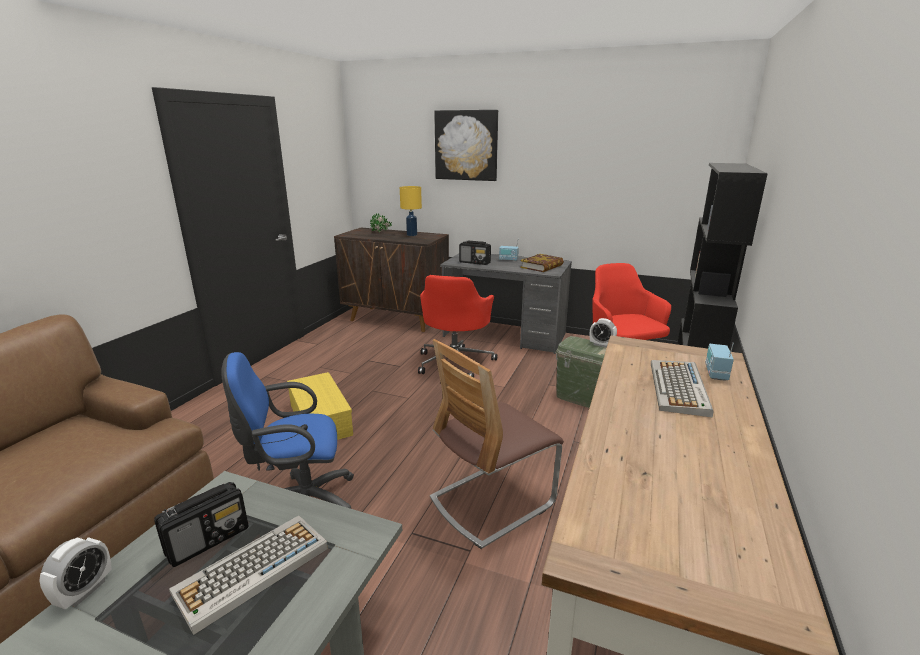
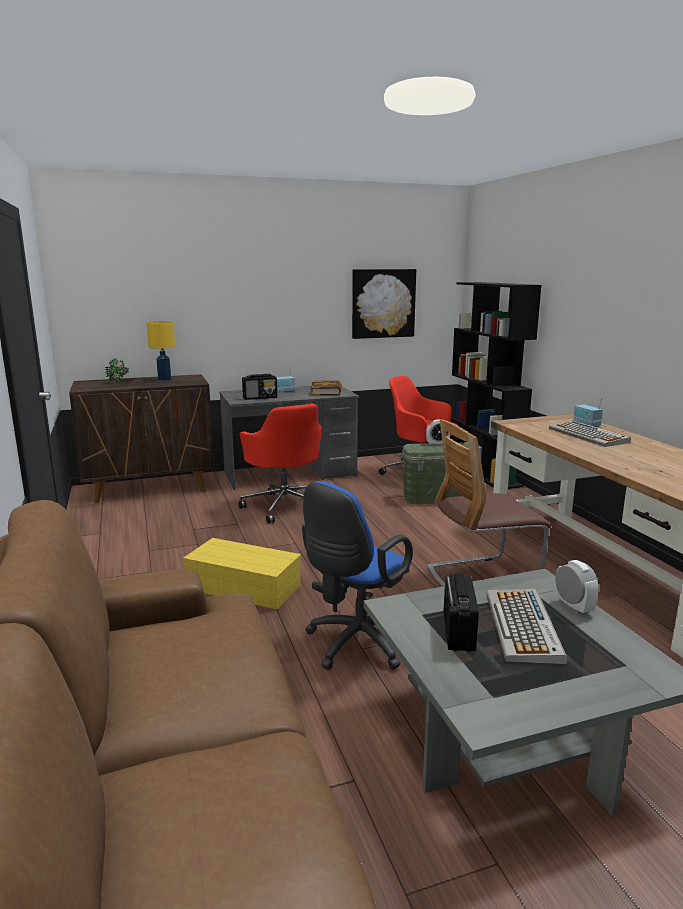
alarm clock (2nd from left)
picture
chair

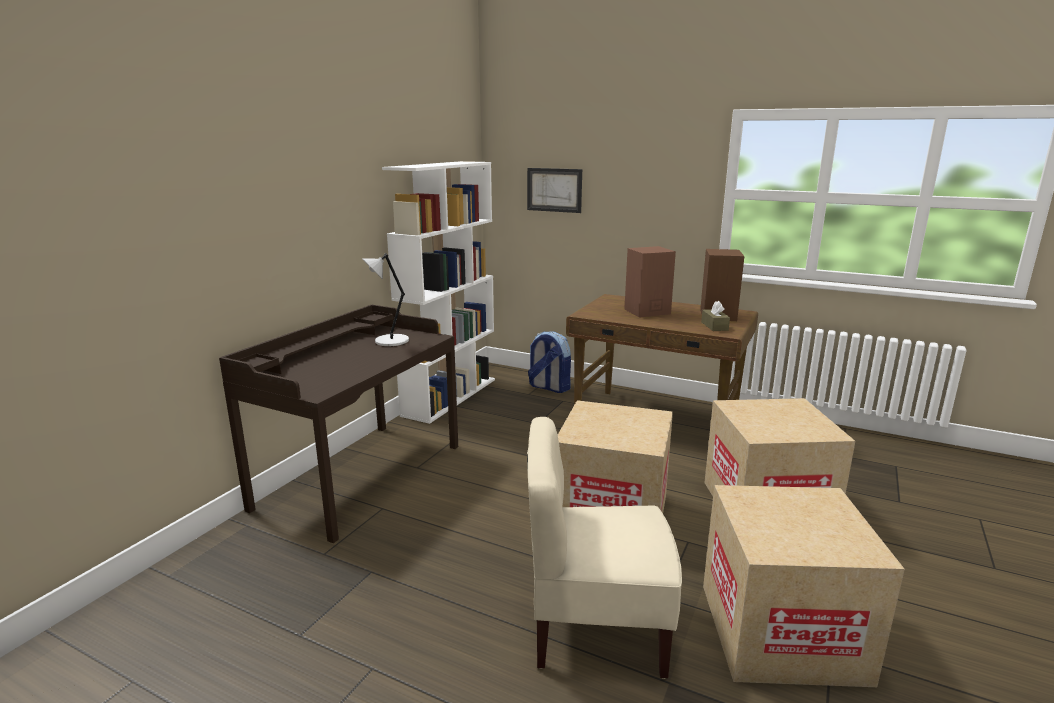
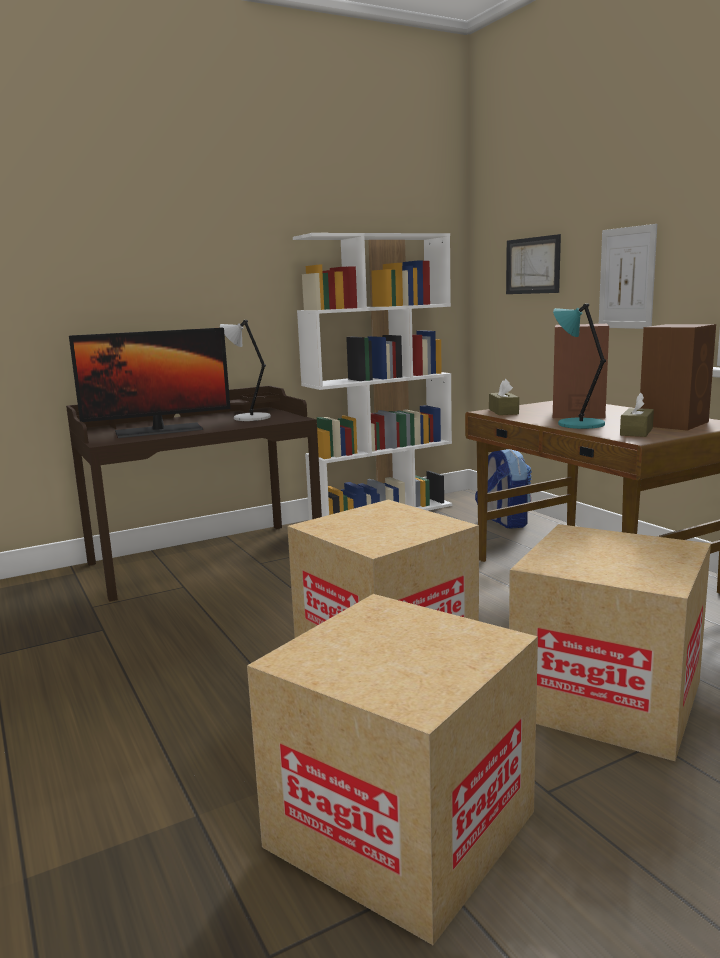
beige chair
monitor
brown tissue box (1st from left)
turquoise table lamp
picture (2nd from left)

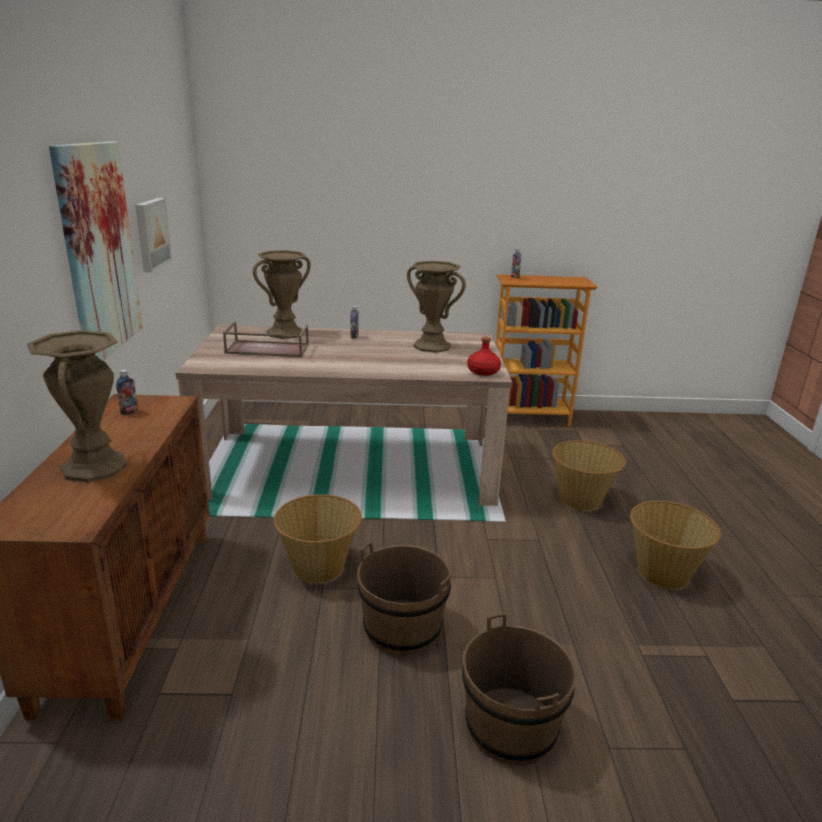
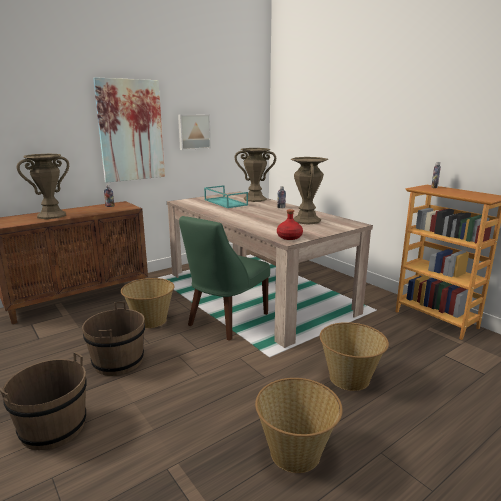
green chair
turquoise tray

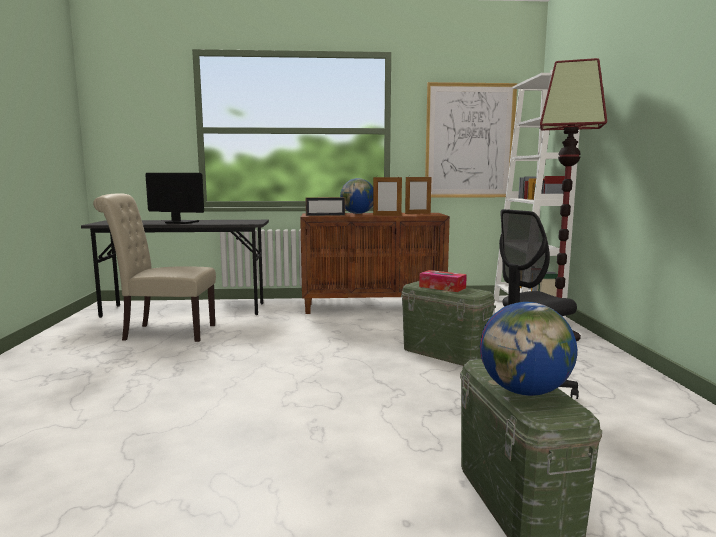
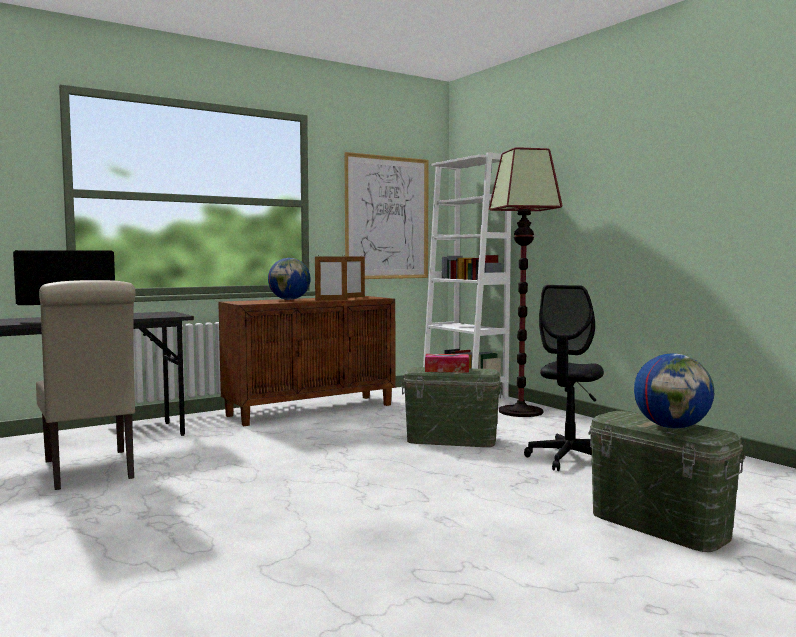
picture frame (1st from left in the first image)
beige chair

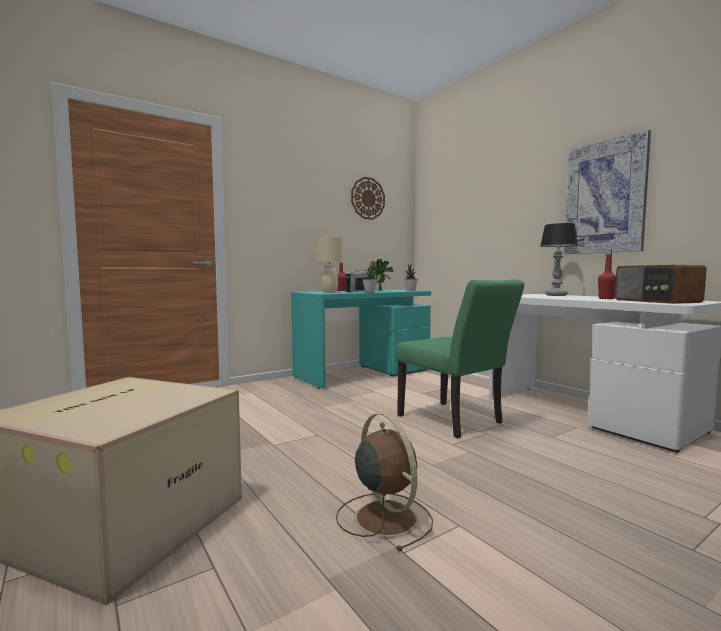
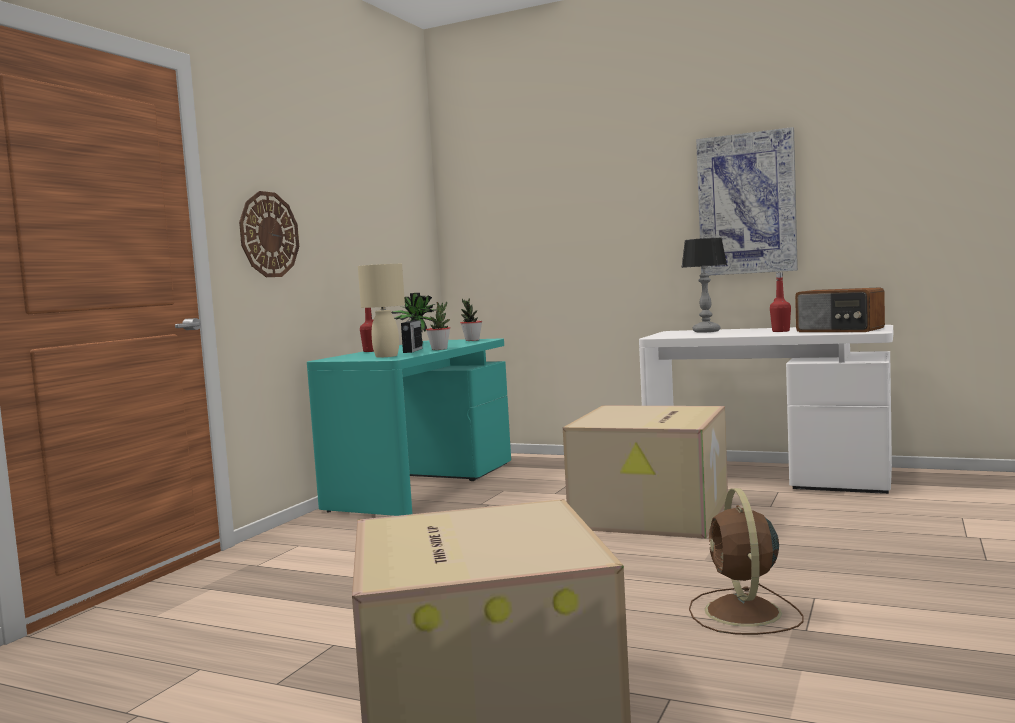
wall clock
cardboard box (2nd from left)
brown fan

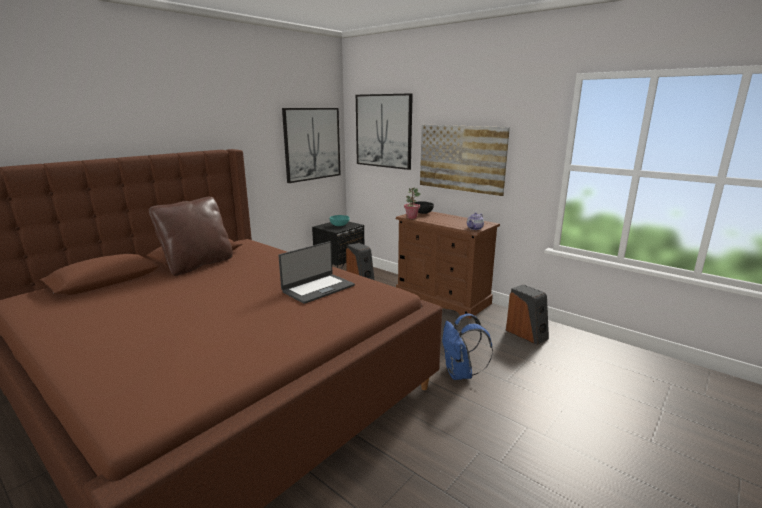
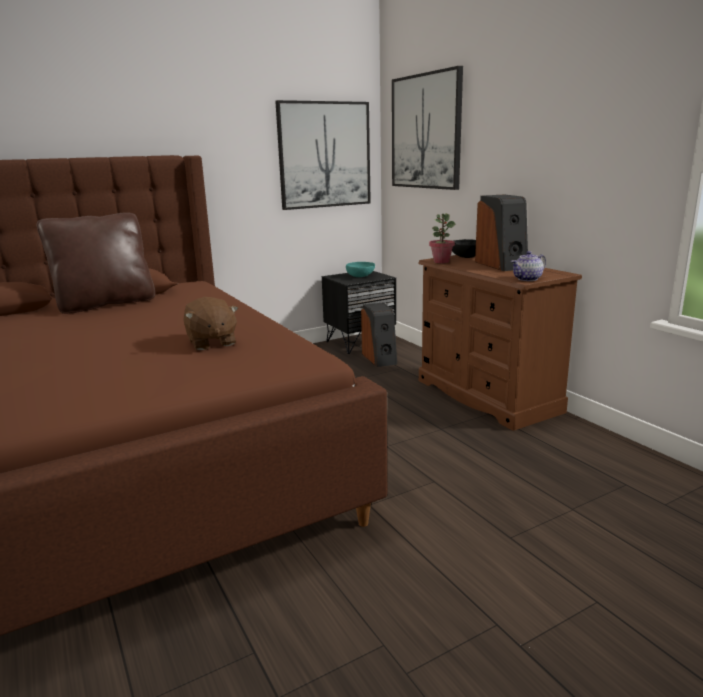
picture (3rd from left in the first image)
blue backpack
speaker (2nd from left)
brown plush toy

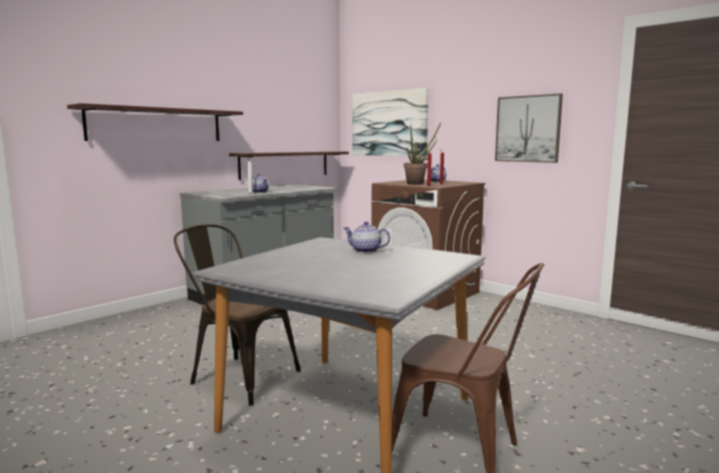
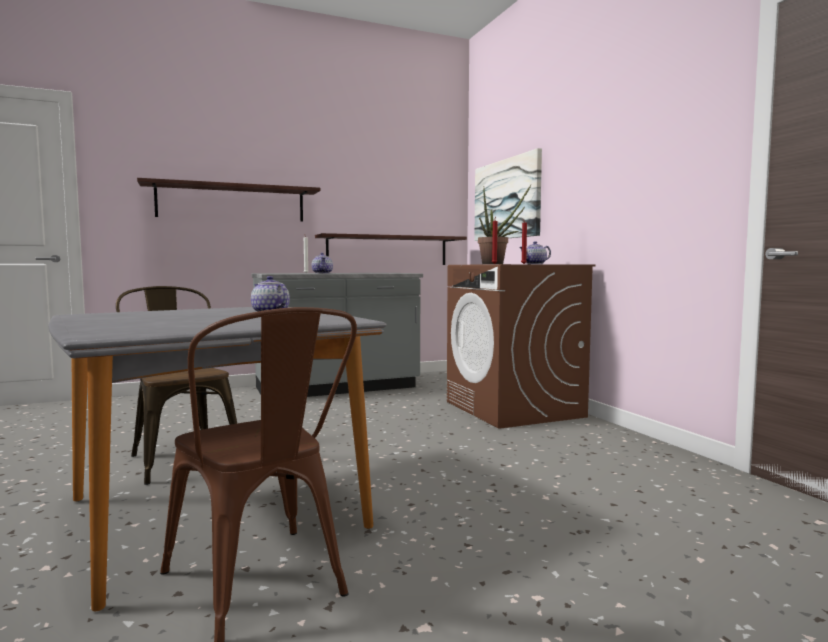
picture (2nd from left in the first image)

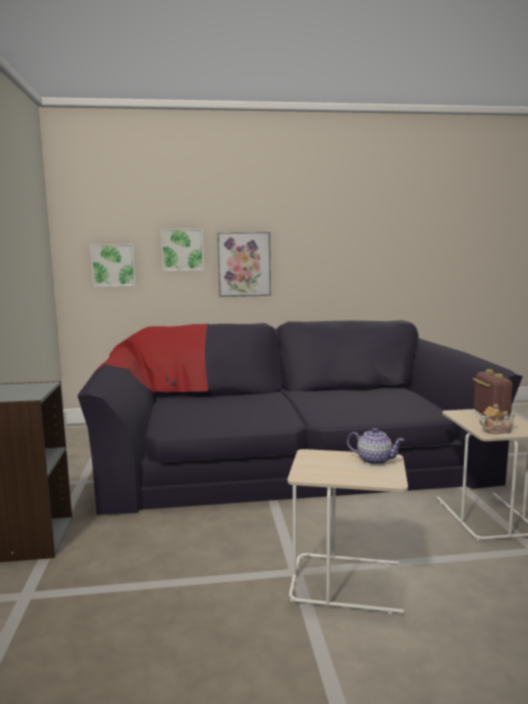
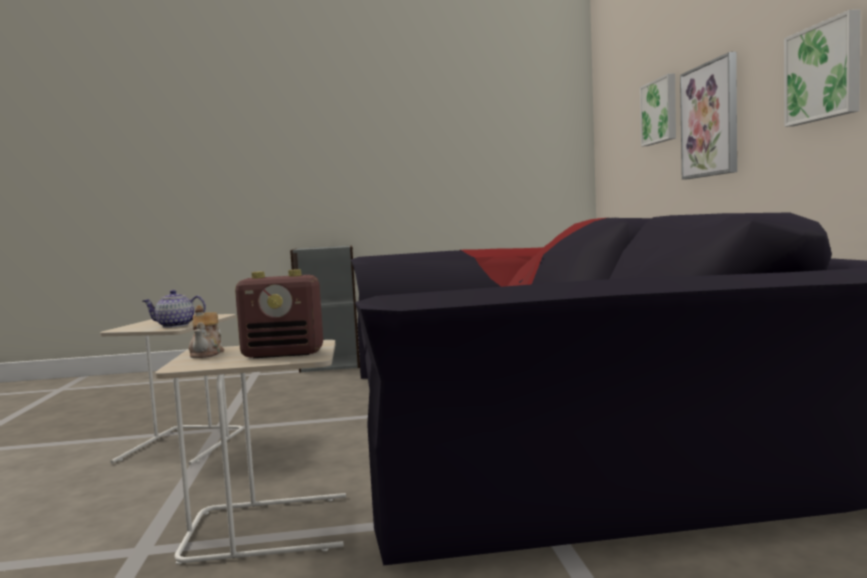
picture (3rd from left)
teapot (1st from left)

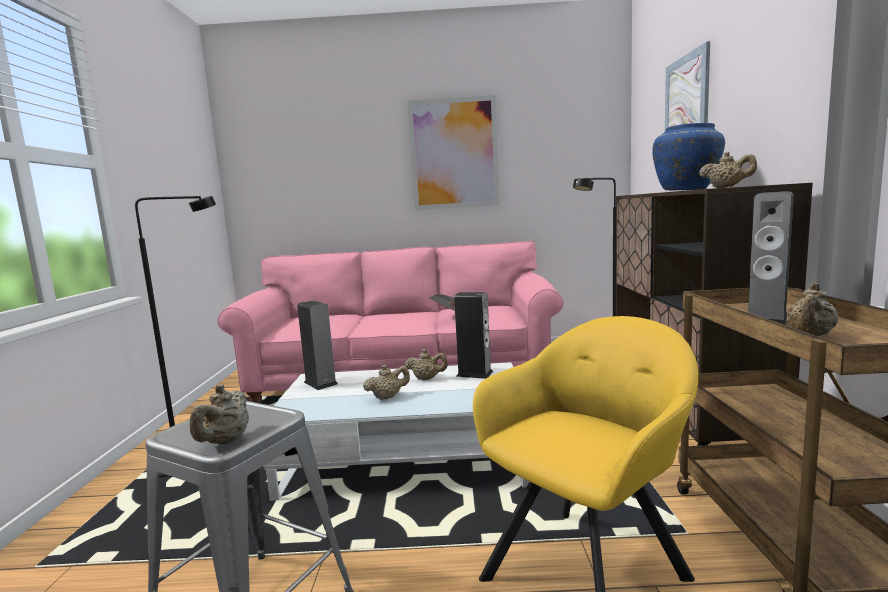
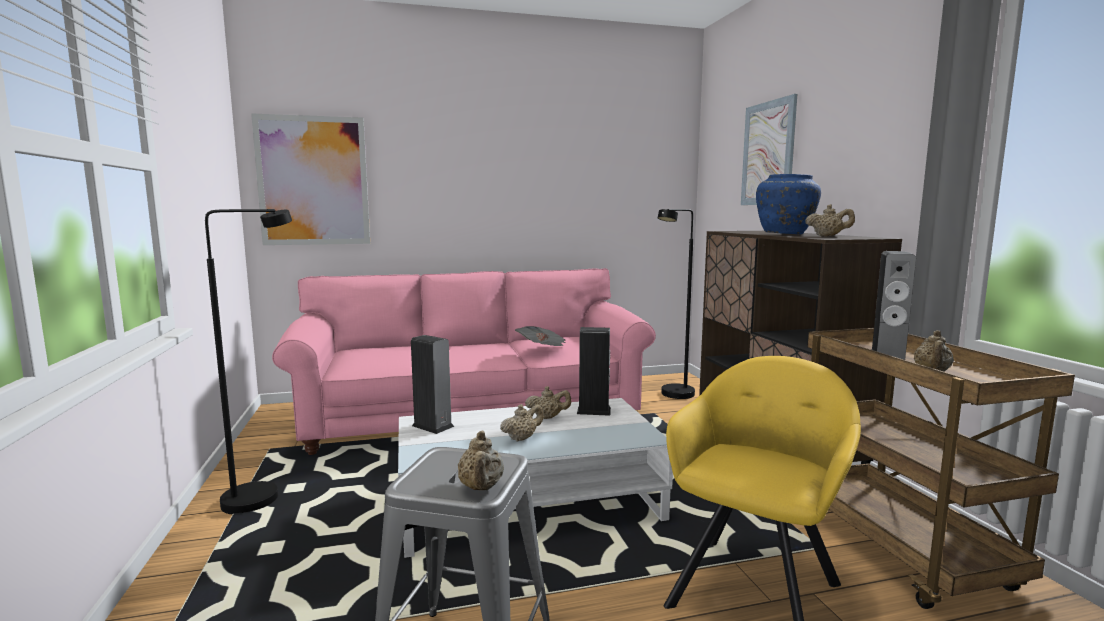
picture (1st from left)

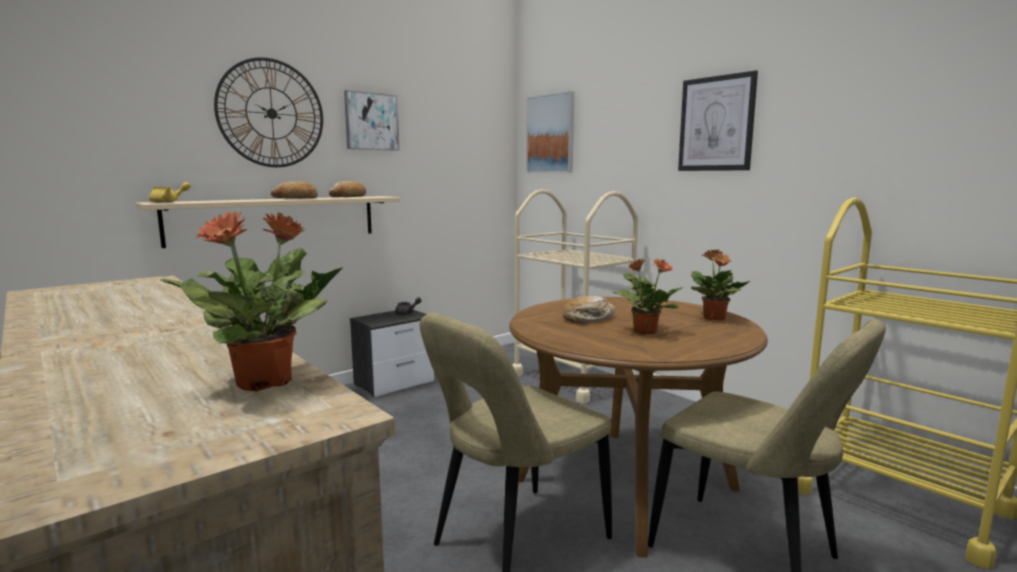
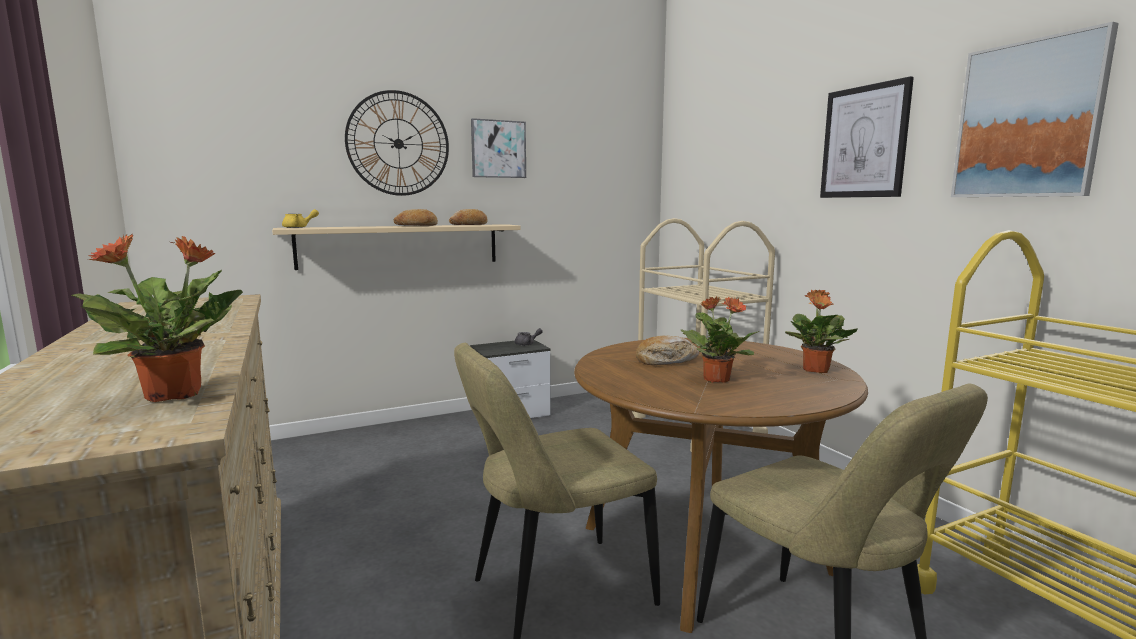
picture (3rd from left)

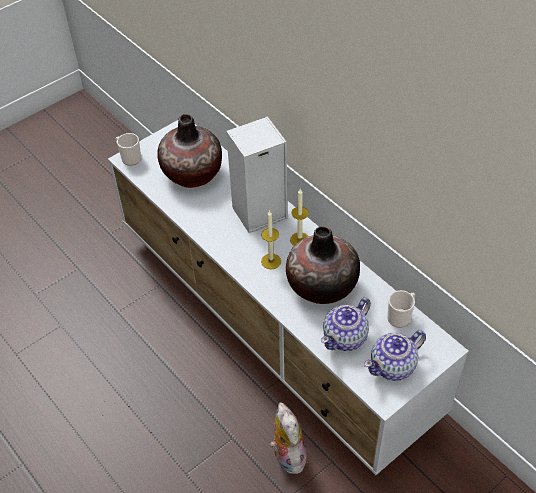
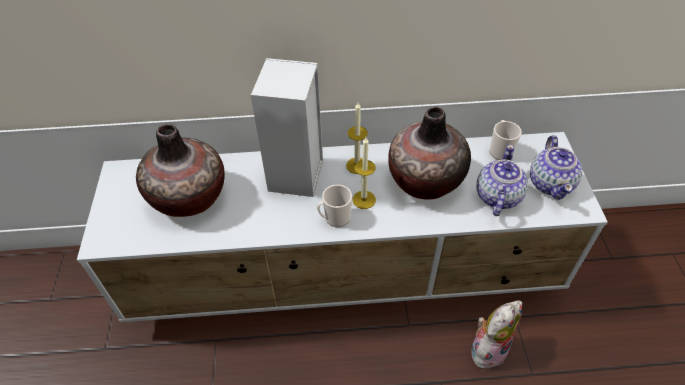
mug (1st from left)
plush toy
teapot (1st from left)

